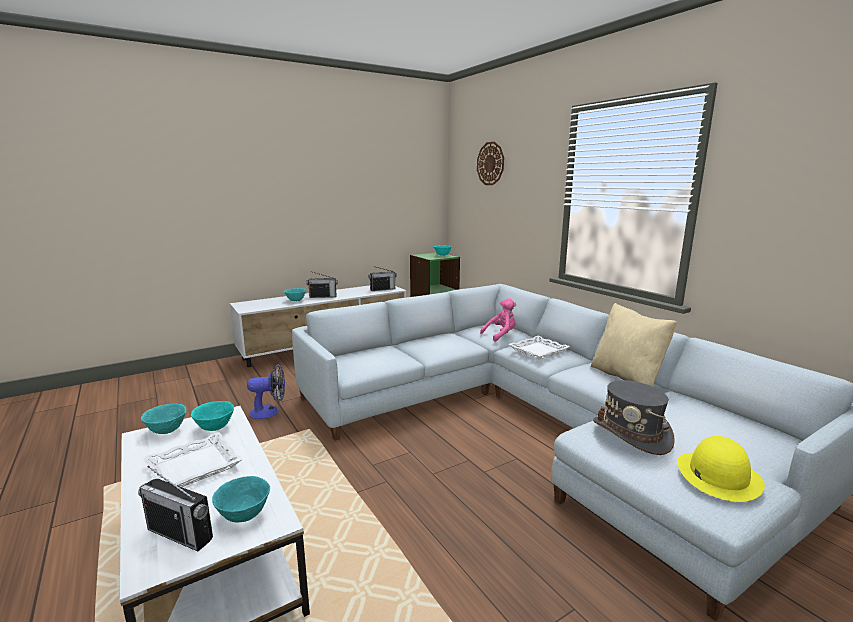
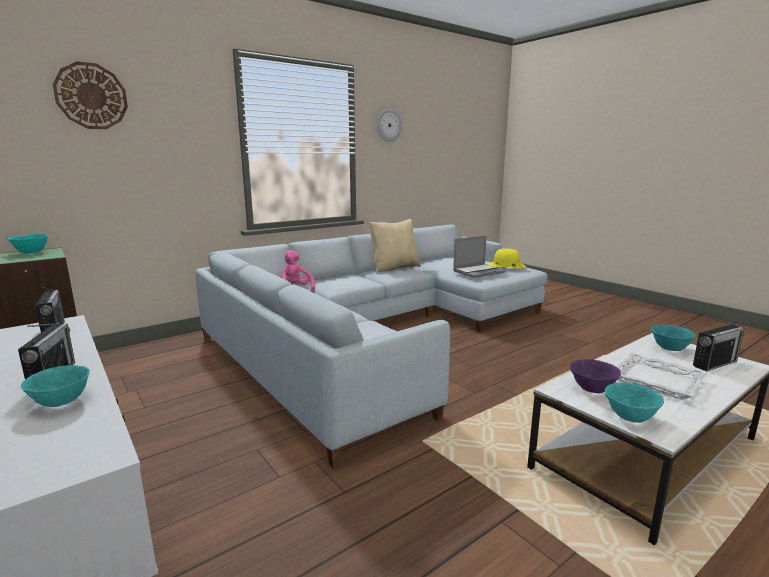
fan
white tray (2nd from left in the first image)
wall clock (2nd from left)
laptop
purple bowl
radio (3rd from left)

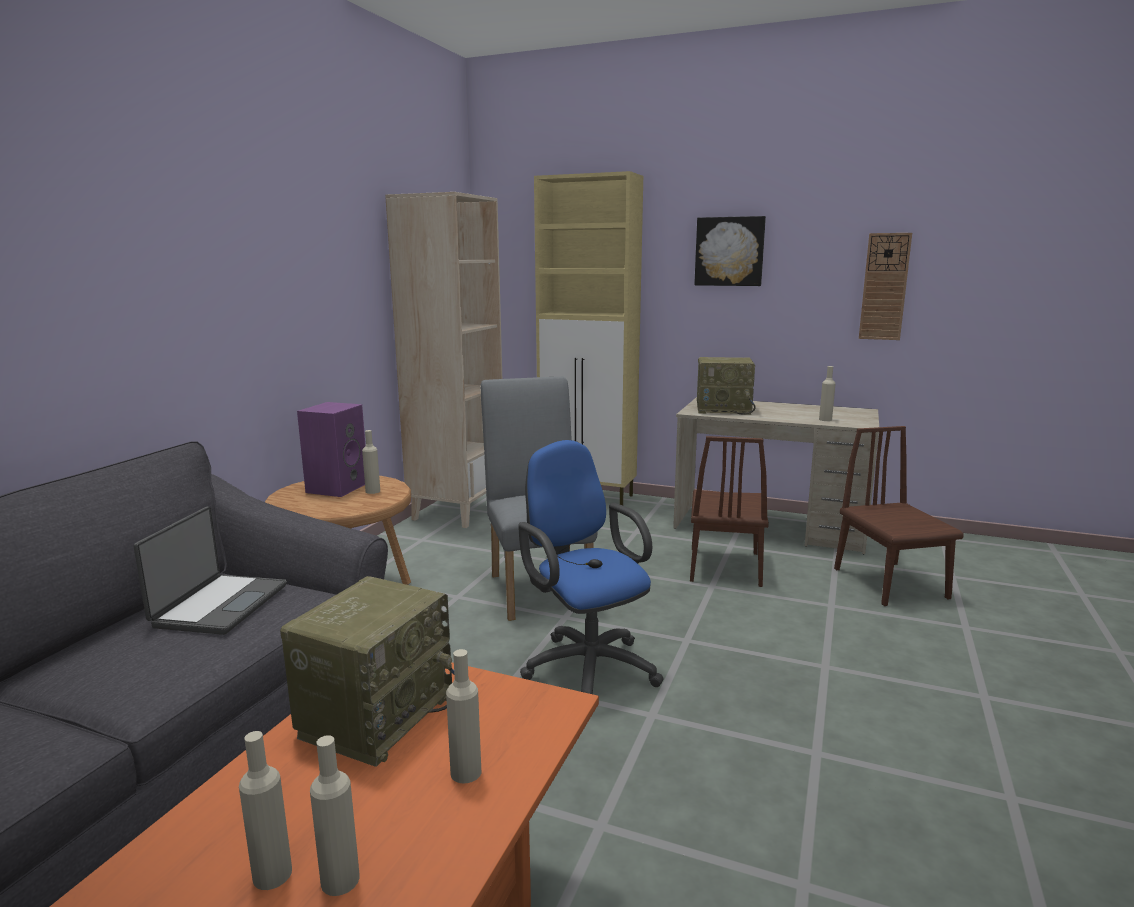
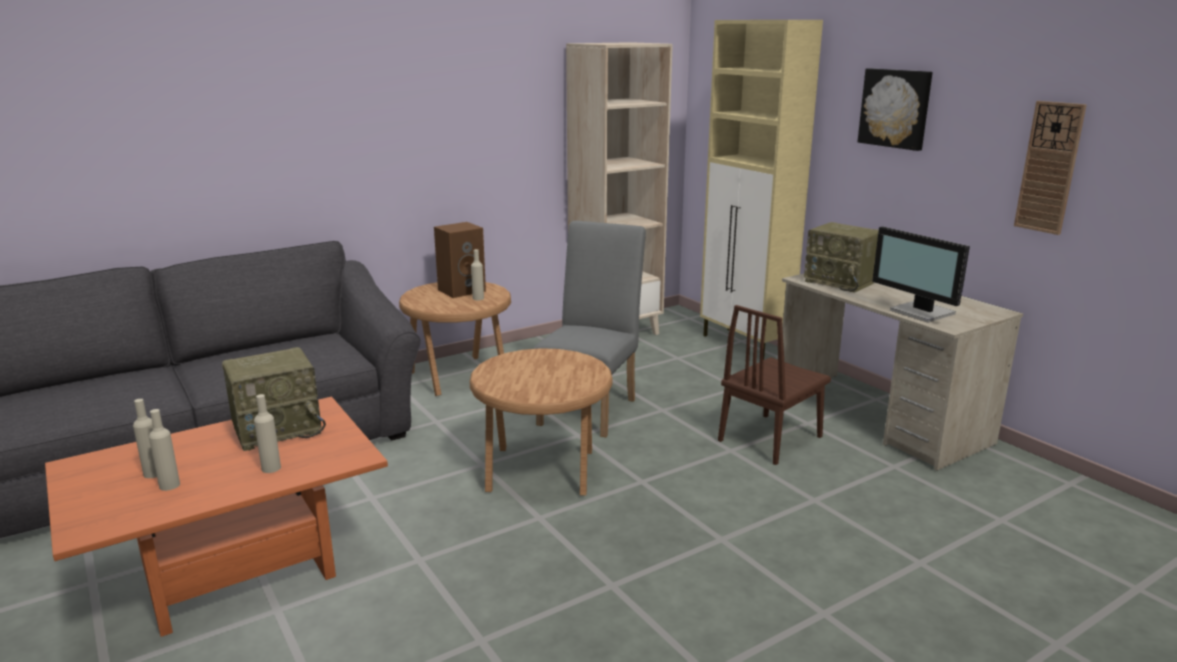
laptop
brown chair (2nd from left in the first image)
brown side table (2nd from left)
monitor
brown speaker

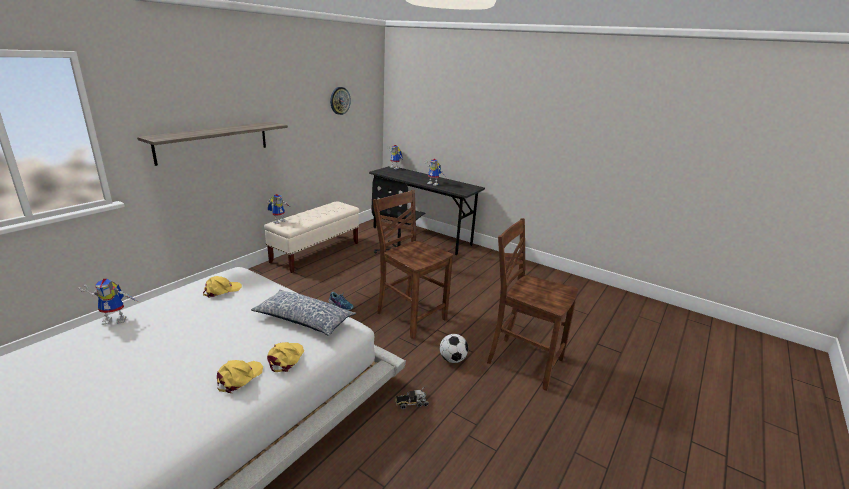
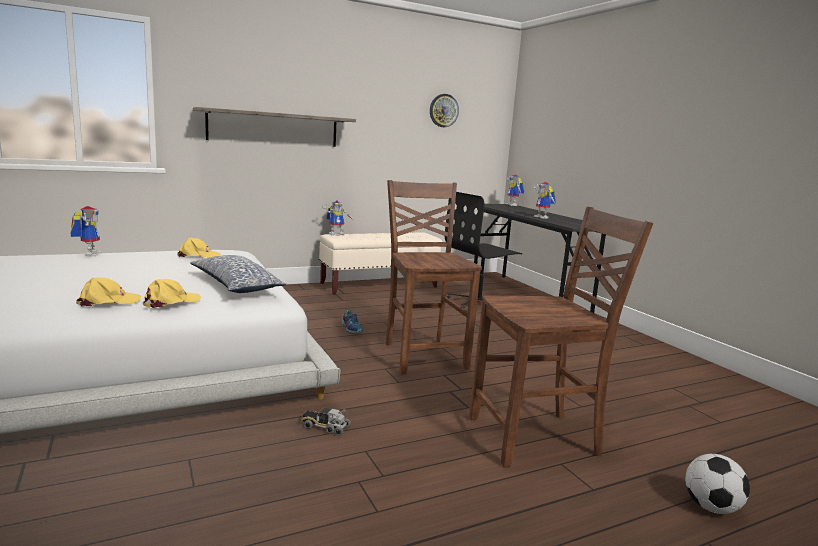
football
toy robot (1st from left)
brown chair (2nd from left)

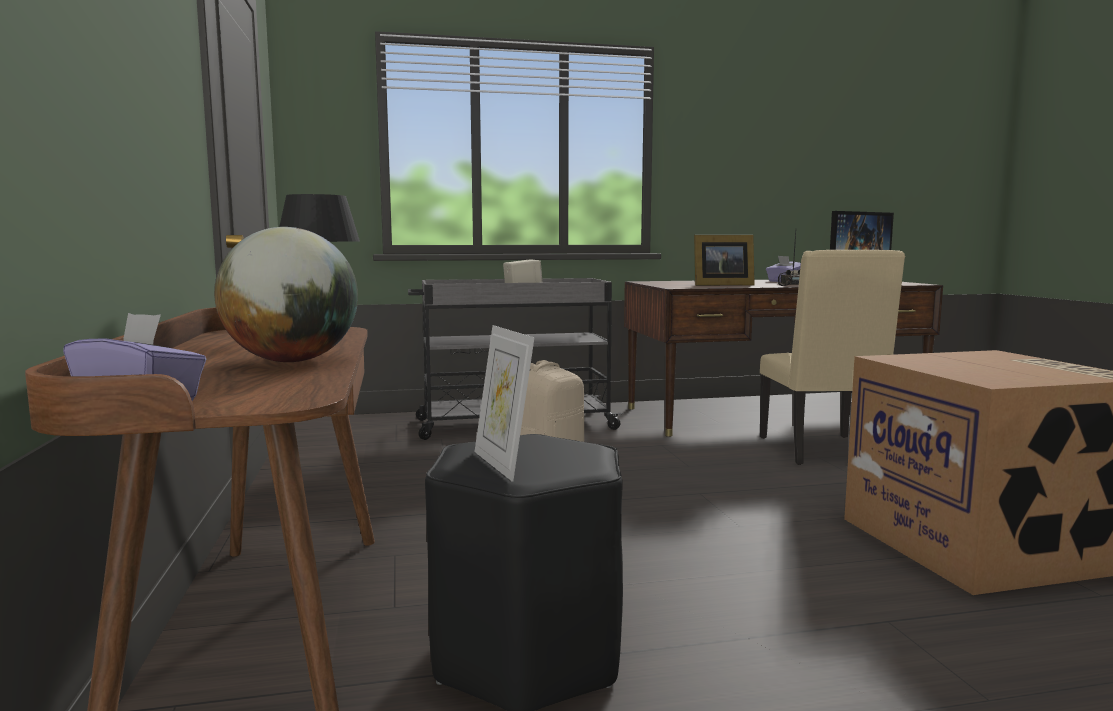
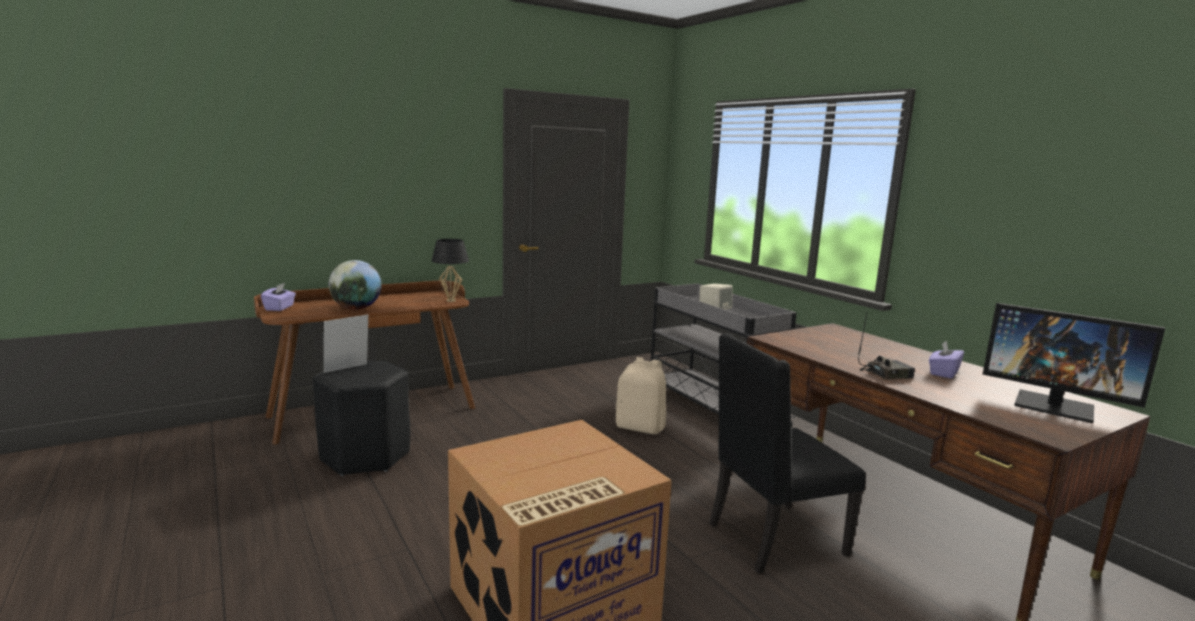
picture frame (2nd from left in the first image)
black chair

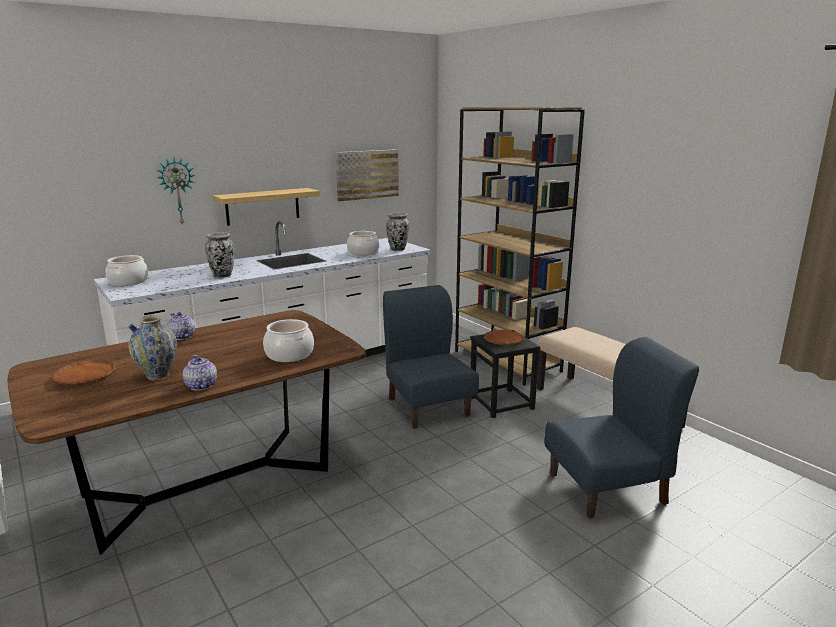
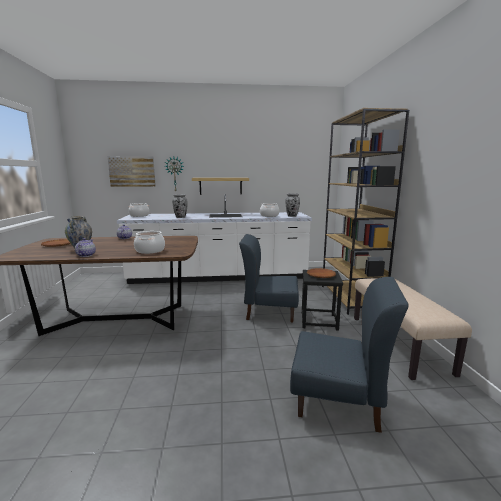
picture
blue chair (1st from left)

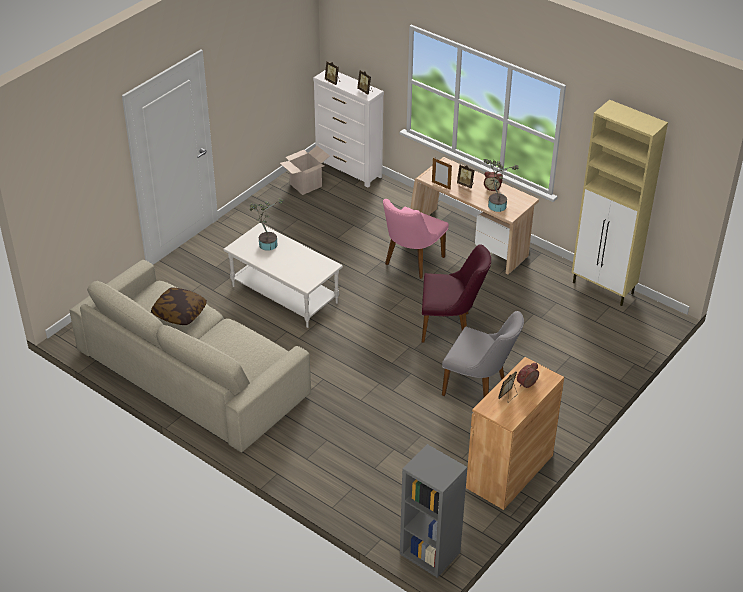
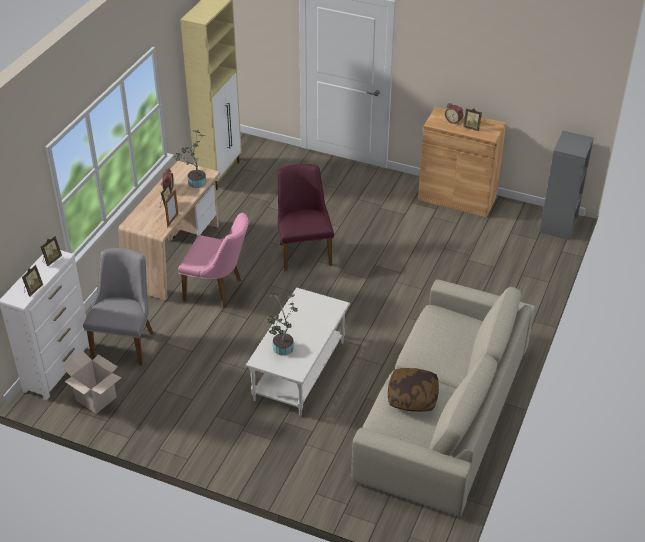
grey chair

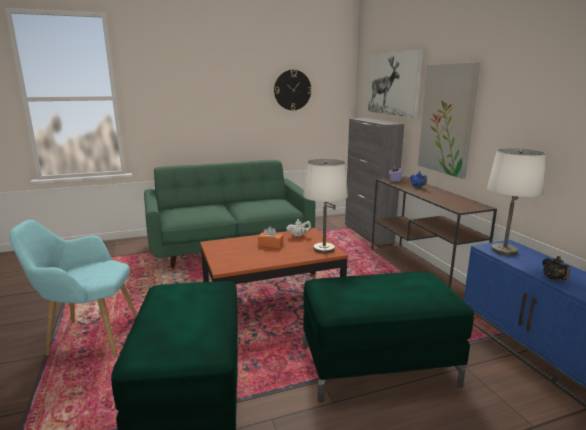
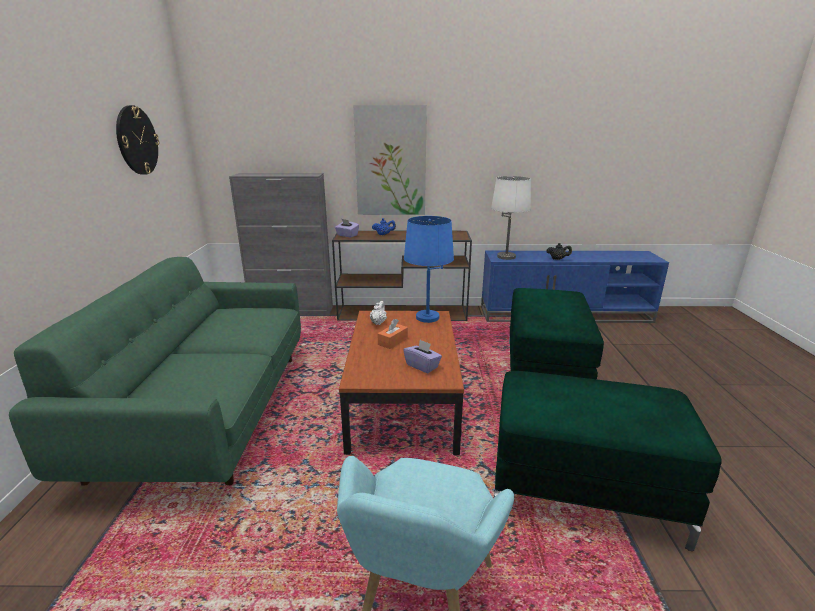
picture (1st from left in the first image)
purple tissue box (2nd from left)
blue table lamp

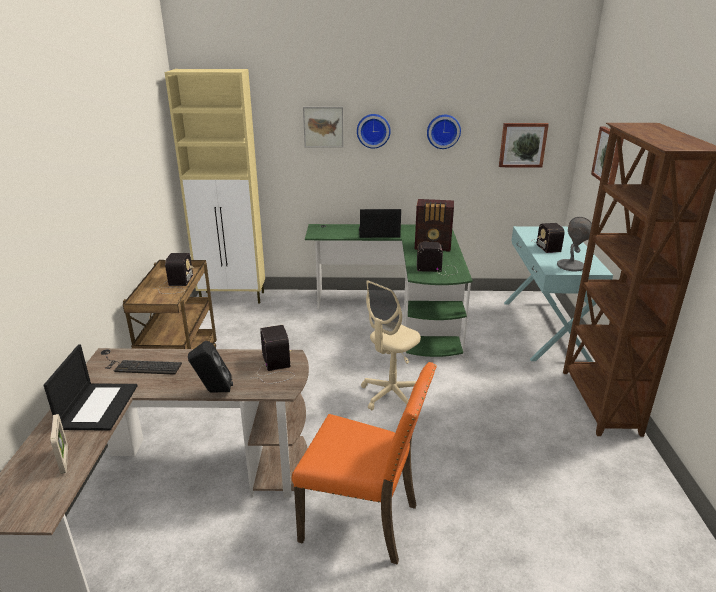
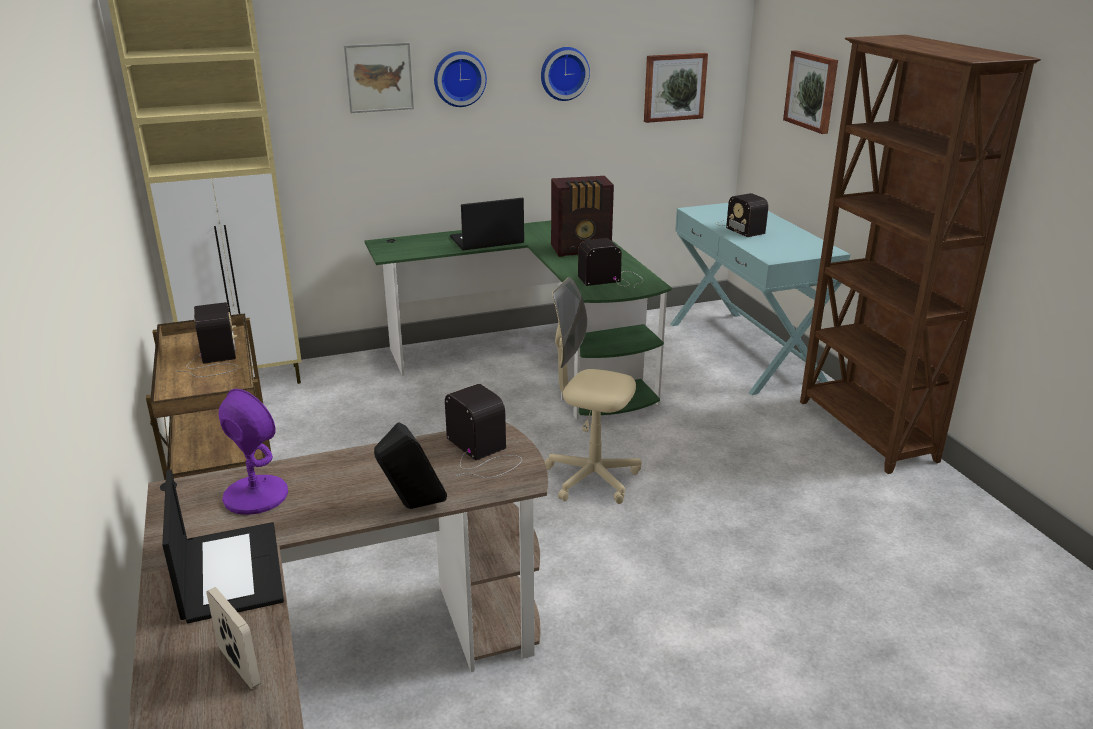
orange chair
grey table lamp
purple table lamp
beige office chair

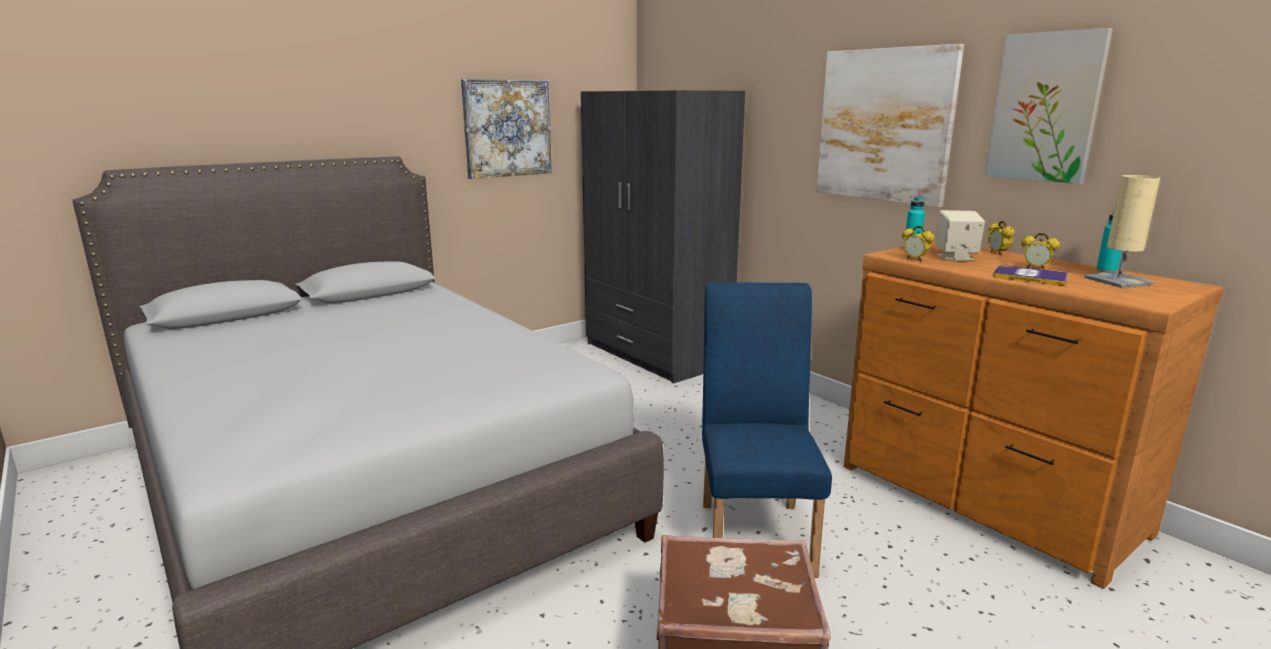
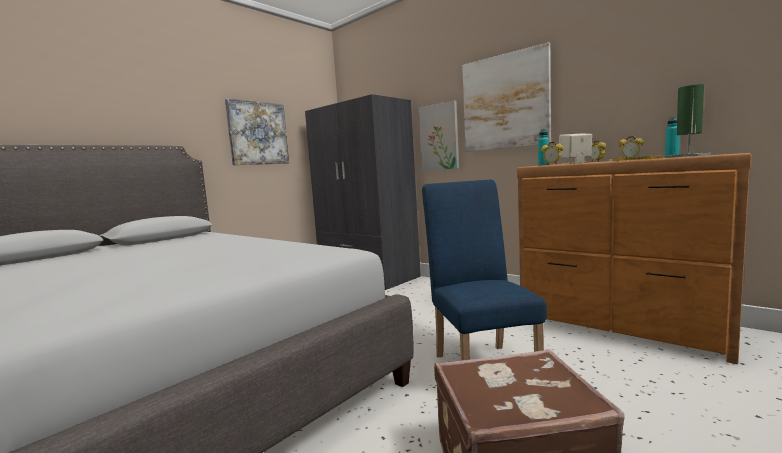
picture (2nd from left)
green table lamp

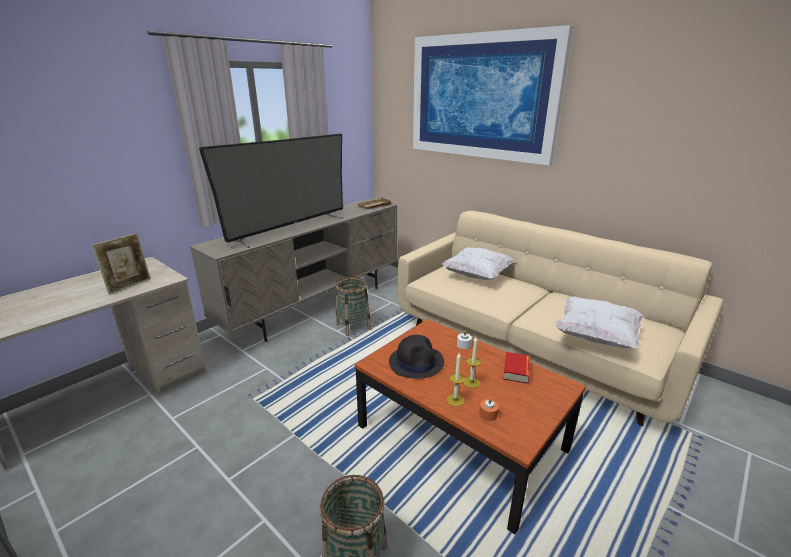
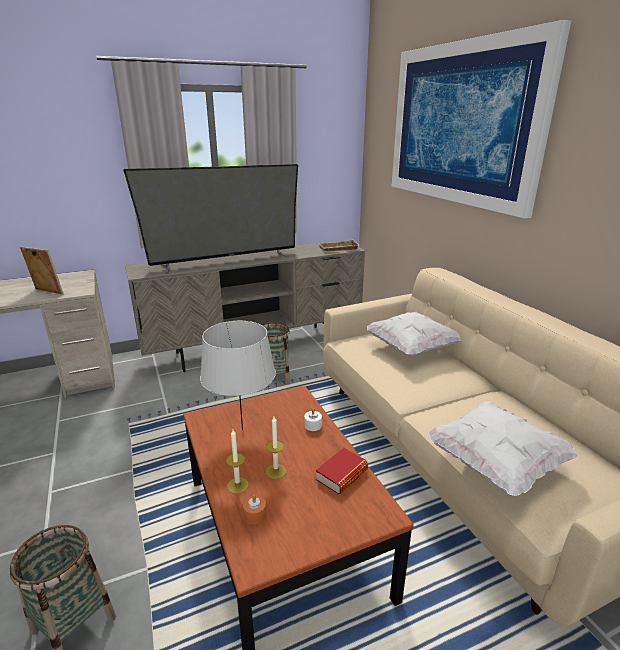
grey table lamp
picture frame

